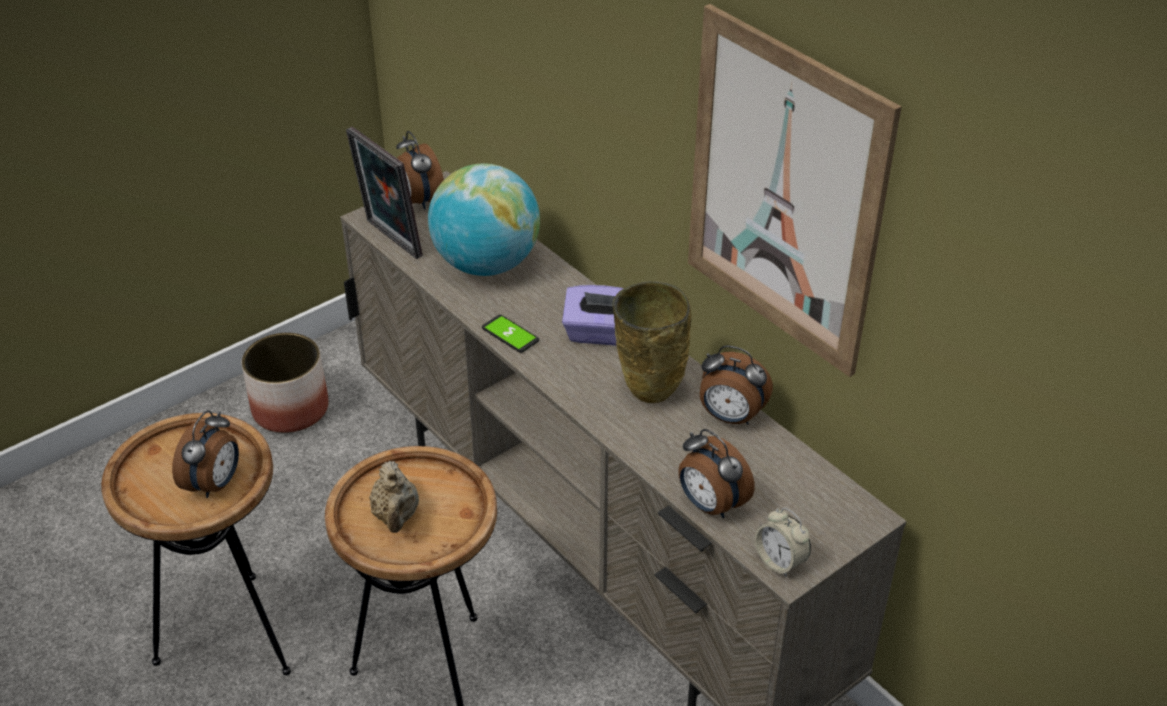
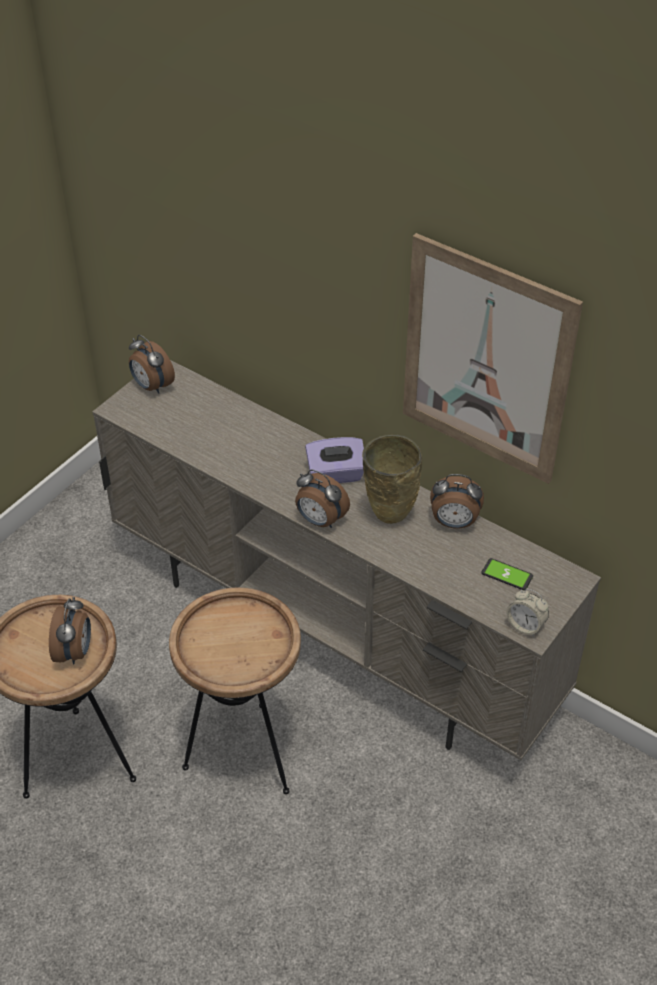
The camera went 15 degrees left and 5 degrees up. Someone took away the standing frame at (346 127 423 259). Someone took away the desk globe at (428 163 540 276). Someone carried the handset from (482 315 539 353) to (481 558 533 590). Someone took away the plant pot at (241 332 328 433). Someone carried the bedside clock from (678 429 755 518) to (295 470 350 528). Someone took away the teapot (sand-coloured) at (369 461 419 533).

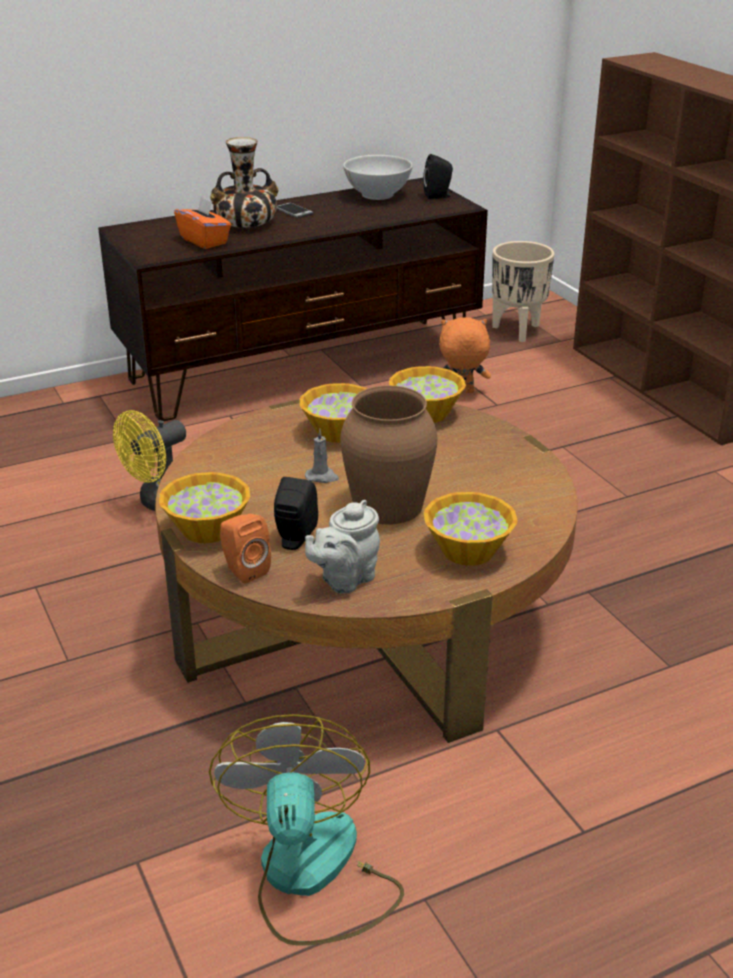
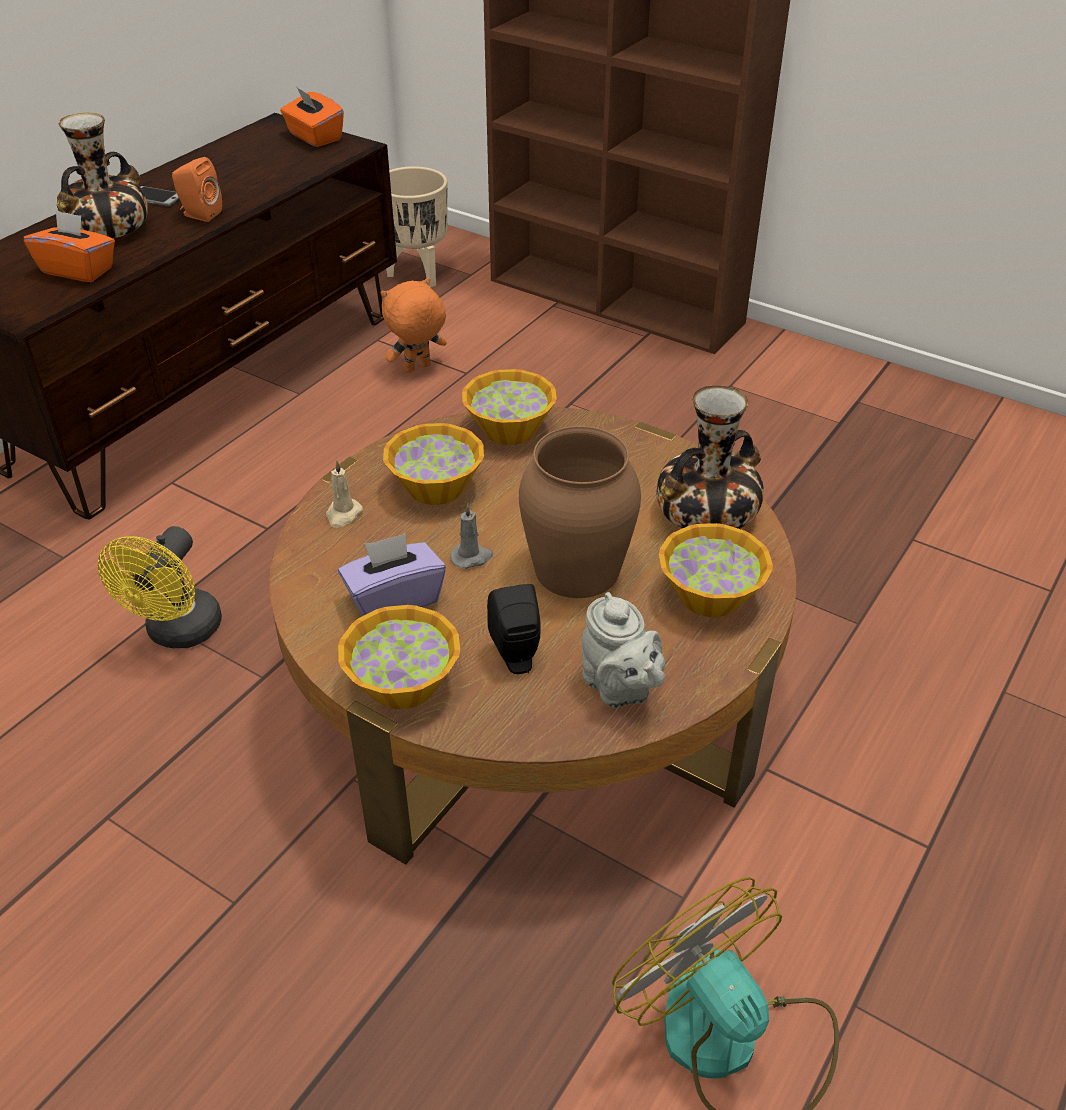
The camera went 30 degrees left and 10 degrees up. Someone swapped the loudspeaker (blackish) at (423 154 453 199) for the box of tissues (orange) at (280 87 344 147). Someone took away the deep dish (white-coloured) at (343 155 413 200). Someone rotated the teapot (grey) at (305 500 380 594) by 45 degrees counterclockwise. Someone carried the loudspeaker (orange) from (220 514 271 584) to (172 157 222 222). Someone put down the vase at (657 386 764 529). Someone put down the wax light (sand-coloured) at (326 460 363 528). Someone put down the box of tissues (purple-coloured) at (338 533 446 616).

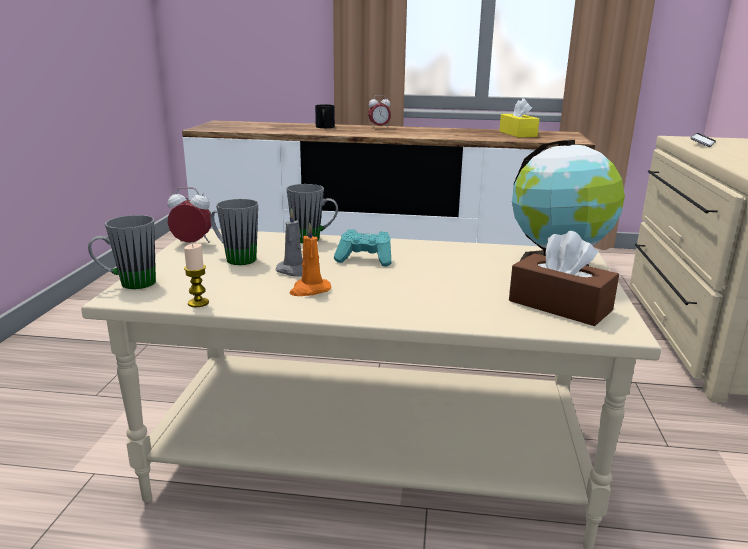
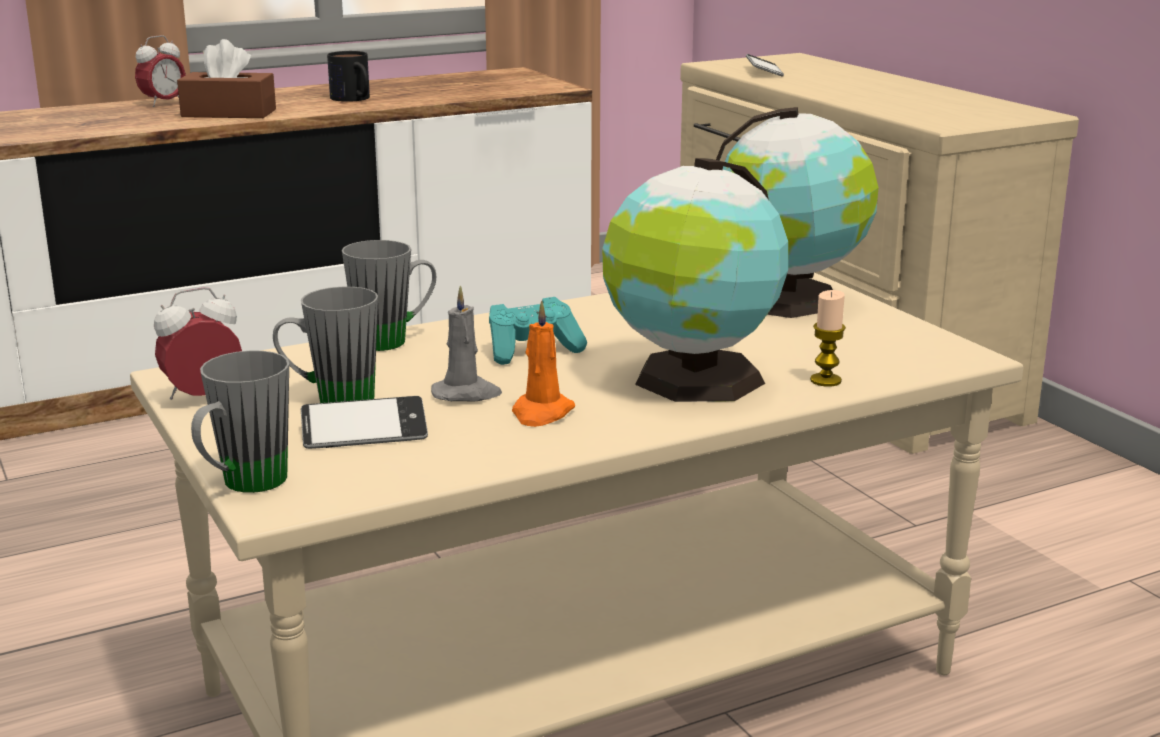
The camera went 35 degrees left and 0 degrees up. Someone took away the box of tissues (yellow) at (499 98 539 137). Someone carried the mug from (315 104 335 128) to (327 51 370 102). Someone carried the box of tissues (brown) from (509 231 619 326) to (177 39 276 118). Someone carried the wax light from (184 243 209 307) to (810 290 846 386). Someone put down the desk globe at (602 158 788 402). Someone put down the handset at (301 396 428 449).

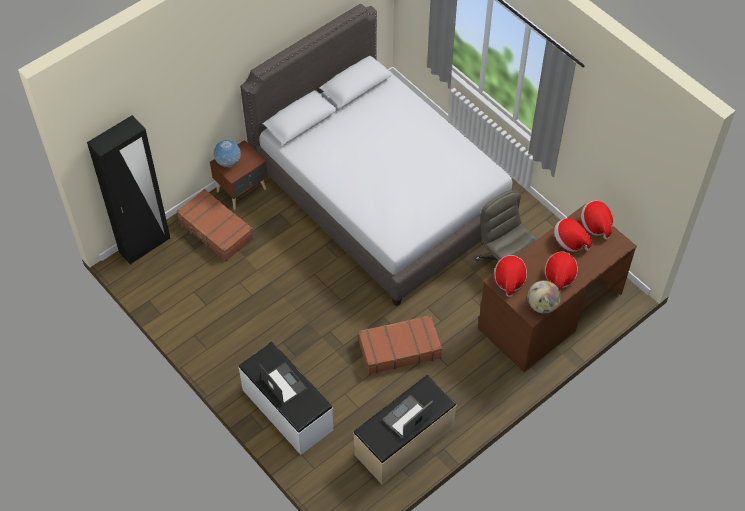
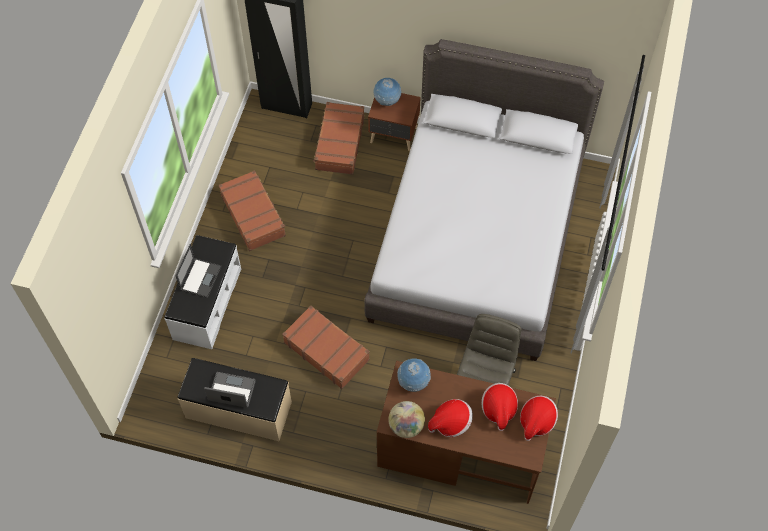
The camera went 55 degrees right and 5 degrees up. Someone swapped the hat at (494 255 527 297) for the desk globe at (397 358 431 392). Someone put down the suitcase (brown) at (218 170 286 251).

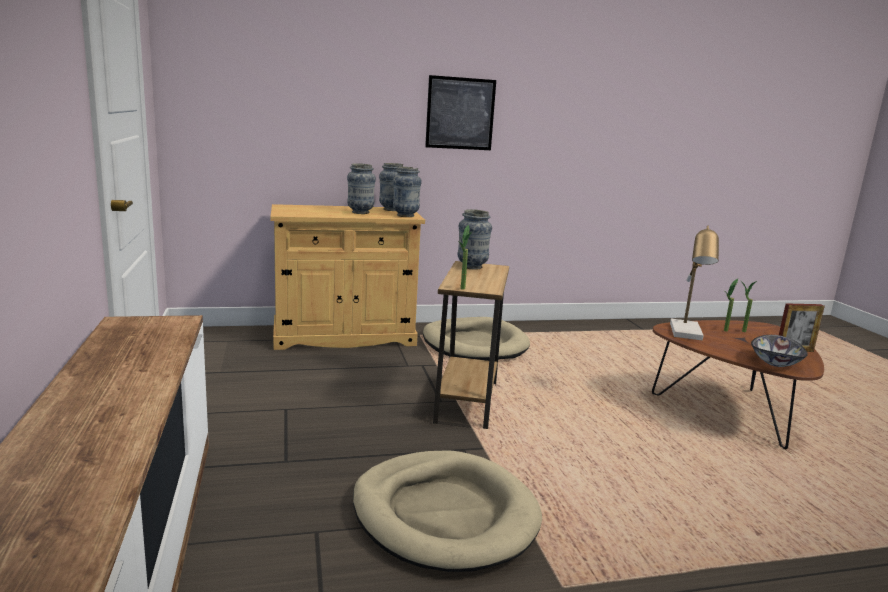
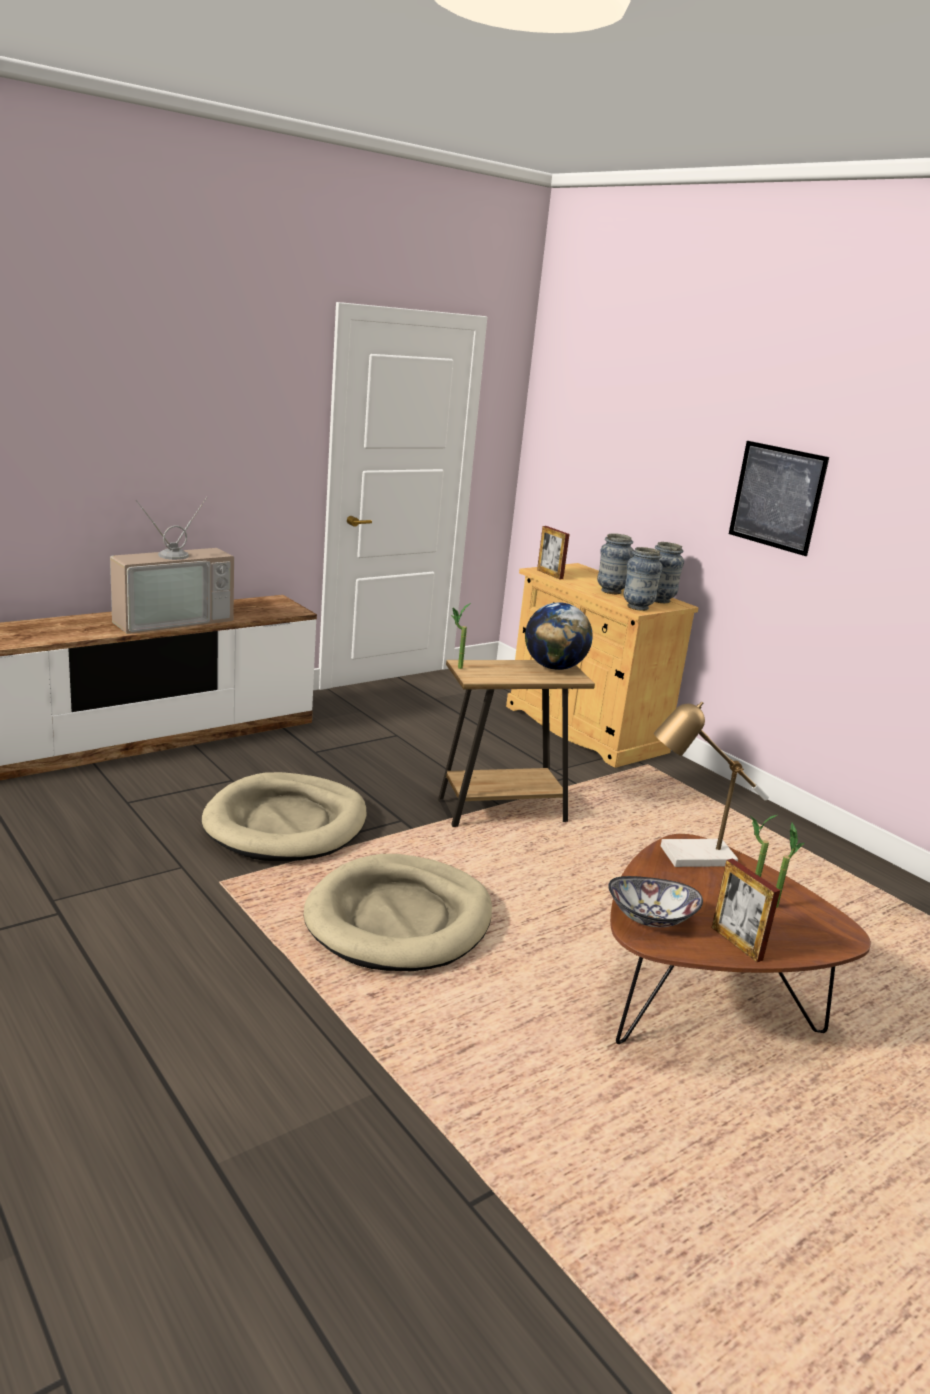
The camera went 65 degrees right and 5 degrees up. Someone swapped the vase at (457 209 492 269) for the desk globe at (525 602 593 670). Someone carried the pet bed (sand-coloured) from (423 317 530 361) to (304 854 492 971). Someone put down the television at (110 497 234 634). Someone put down the standing frame at (537 526 570 579).

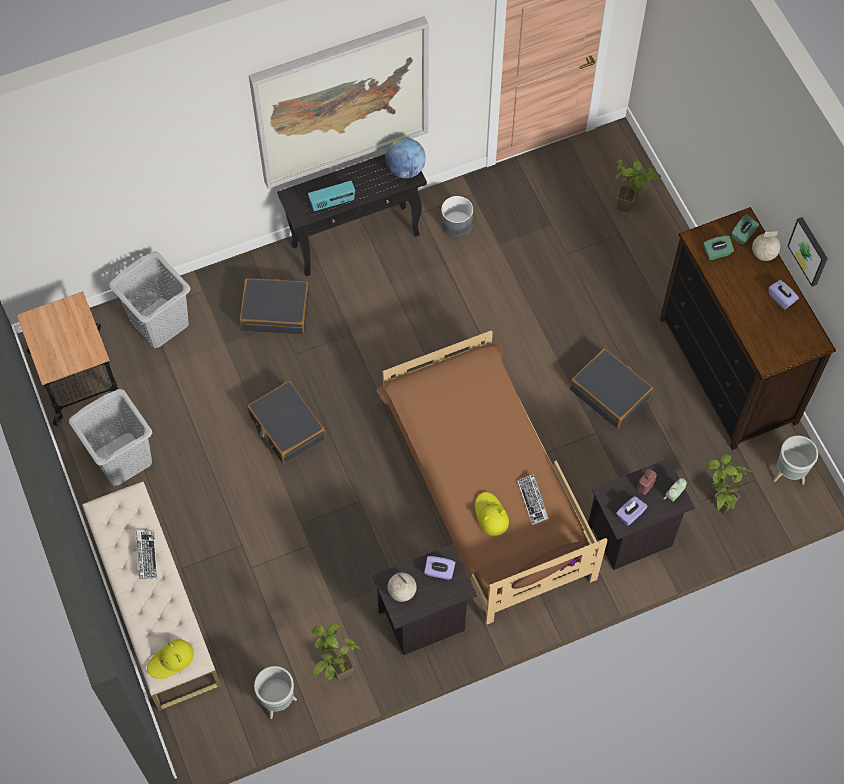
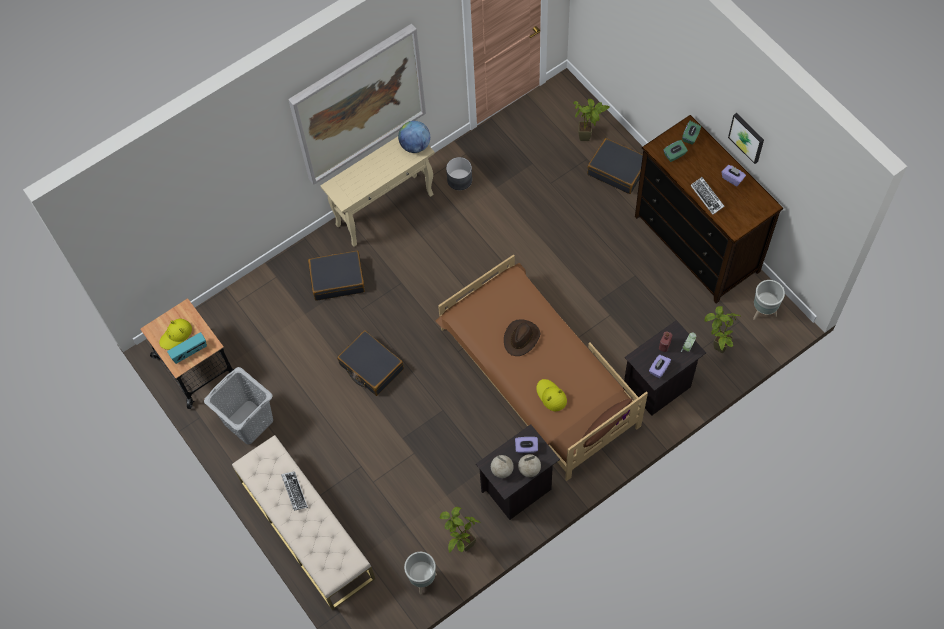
The camera went 10 degrees left and 0 degrees up. Someone repainted the console table (blackish) at (277 154 427 276), which became the console table (sand-coloured) at (320 137 435 247). Someone carried the radio from (308 181 355 211) to (167 332 207 364). Someone carried the desk globe from (752 231 780 261) to (518 454 541 477). Someone took away the hamper (grey) at (109 251 191 348). Someone carried the suitcase (blackish) from (570 349 653 429) to (587 138 643 194). Someone carried the PC keyboard from (517 474 549 525) to (691 177 725 215). Someone carried the hat (yellow) from (147 639 194 679) to (159 319 192 350). Someone put down the hat (brown) at (504 319 540 356).

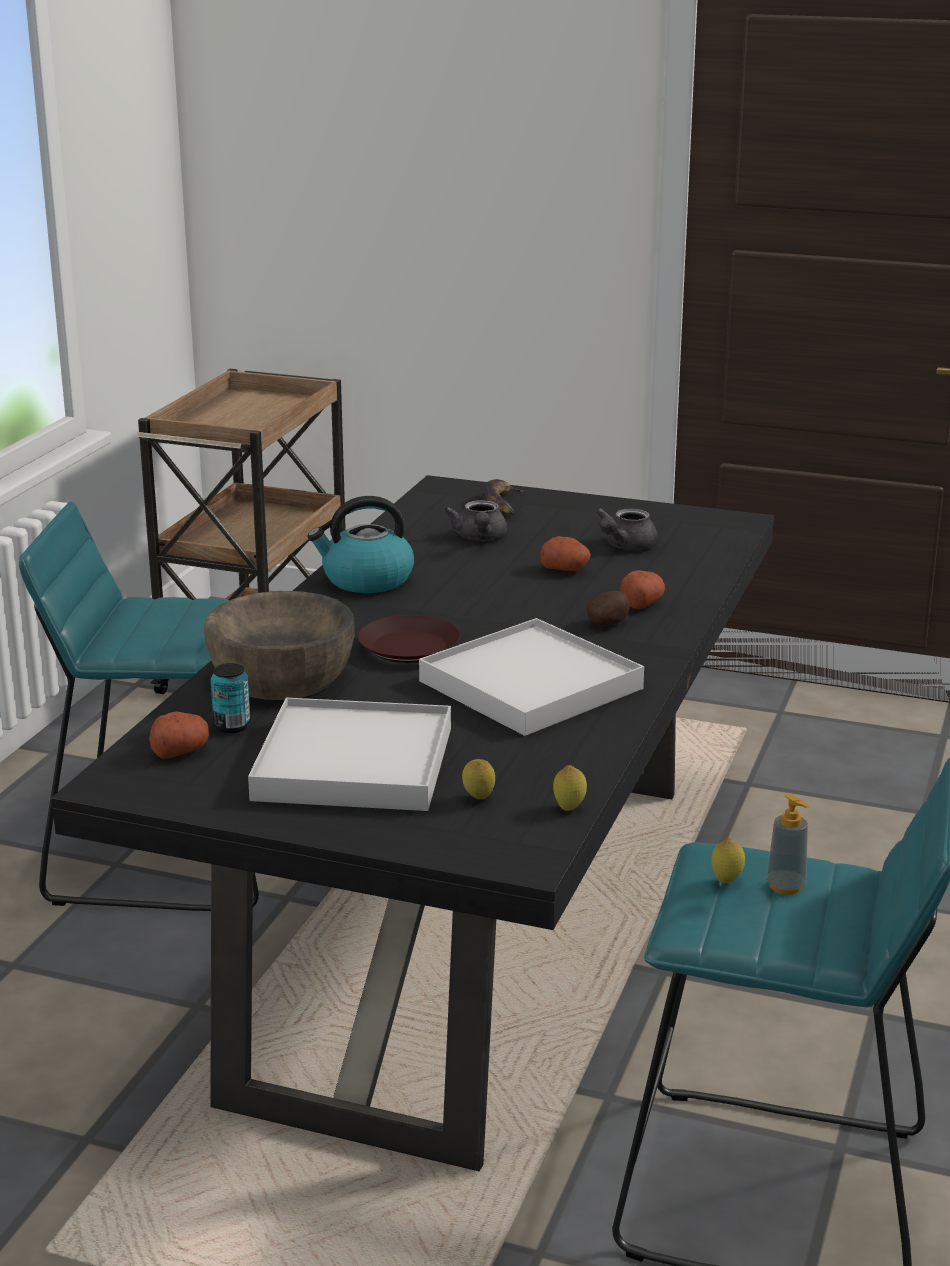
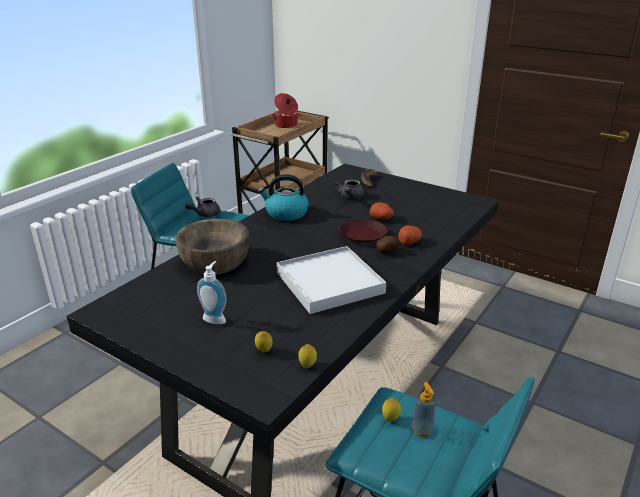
The camera went 15 degrees right and 5 degrees up. Someone carried the teapot (grey) from (596 508 658 550) to (185 196 220 217). Someone carried the dinner plate (brown) from (358 615 461 663) to (339 219 387 243). Someone took away the metal can at (210 663 250 733). Someone swapped the serving tray (white-coloured) at (248 698 451 811) for the liquid soap bottle at (197 261 227 324). Someone took away the spud at (149 712 209 759). Someone put down the saucepot at (270 93 302 128).

